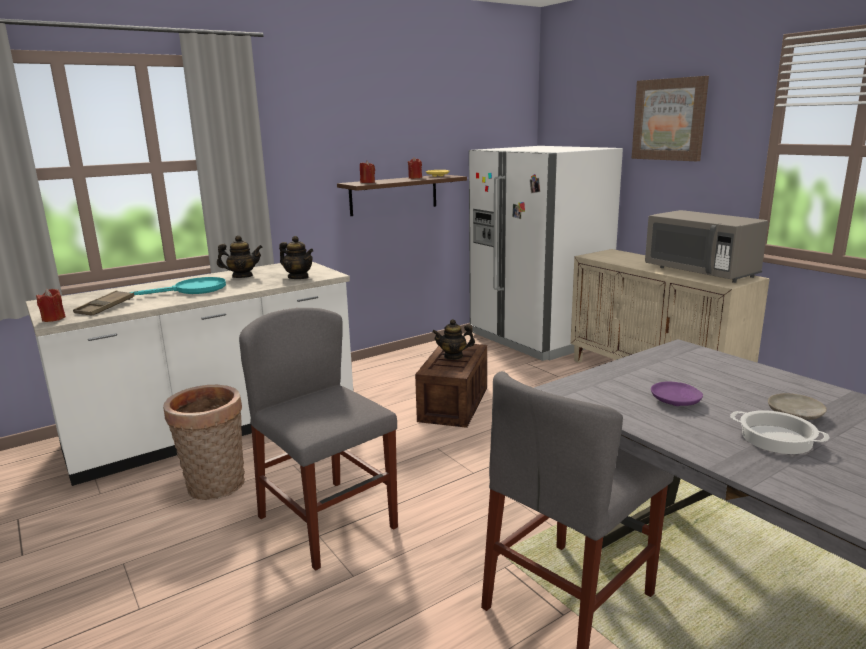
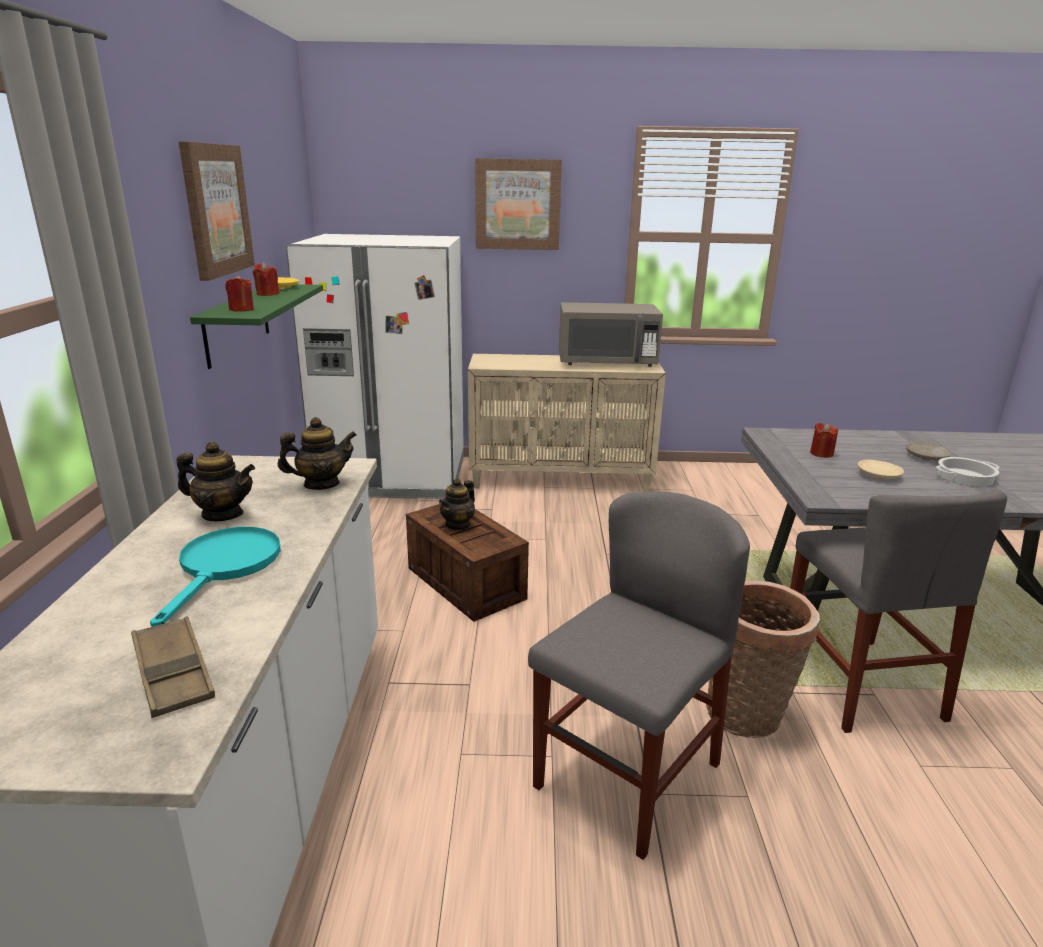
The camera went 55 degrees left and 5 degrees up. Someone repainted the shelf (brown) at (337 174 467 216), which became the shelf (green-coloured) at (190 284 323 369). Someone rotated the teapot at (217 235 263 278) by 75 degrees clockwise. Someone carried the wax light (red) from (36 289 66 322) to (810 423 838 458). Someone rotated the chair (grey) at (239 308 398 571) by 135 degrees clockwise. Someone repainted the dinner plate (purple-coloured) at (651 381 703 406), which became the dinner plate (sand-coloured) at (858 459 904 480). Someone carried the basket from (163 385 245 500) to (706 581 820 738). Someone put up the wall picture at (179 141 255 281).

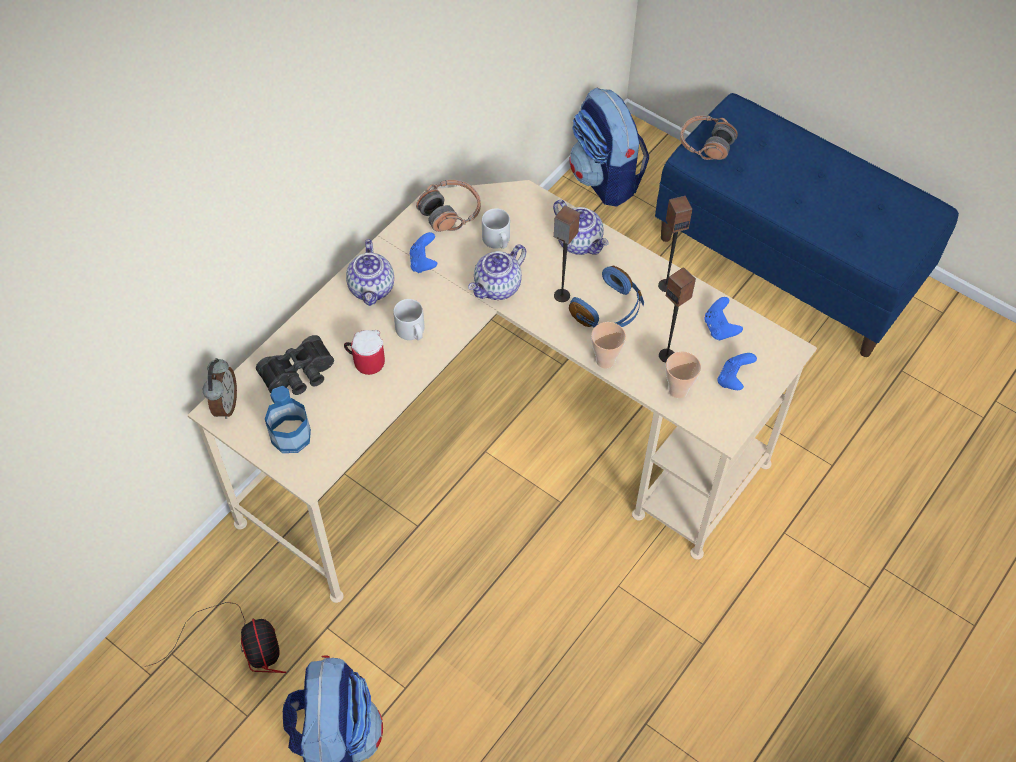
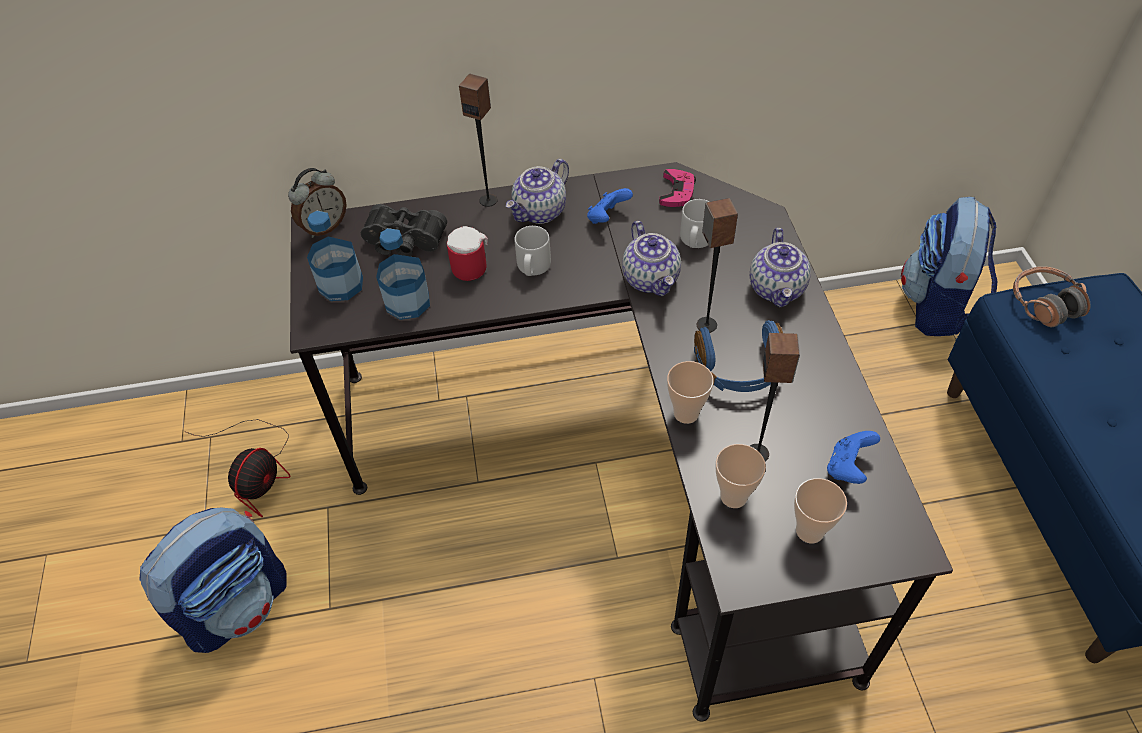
The camera went 45 degrees right and 5 degrees down. Someone repainted the desk (sand-coloured) at (188 180 817 603), which became the desk (blackish) at (290 162 953 721). Someone swapped the pair of headphones at (416 180 481 232) for the gamepad (pinkish) at (659 169 696 207). Someone carried the loudspeaker from (658 196 692 292) to (459 74 498 207). Someone rotated the teapot at (468 244 526 300) by 105 degrees counterclockwise. Someone swapped the gamepad (bluish) at (717 353 757 390) for the small cup at (794 478 847 543). Someone put down the beverage bottle at (376 228 430 320).

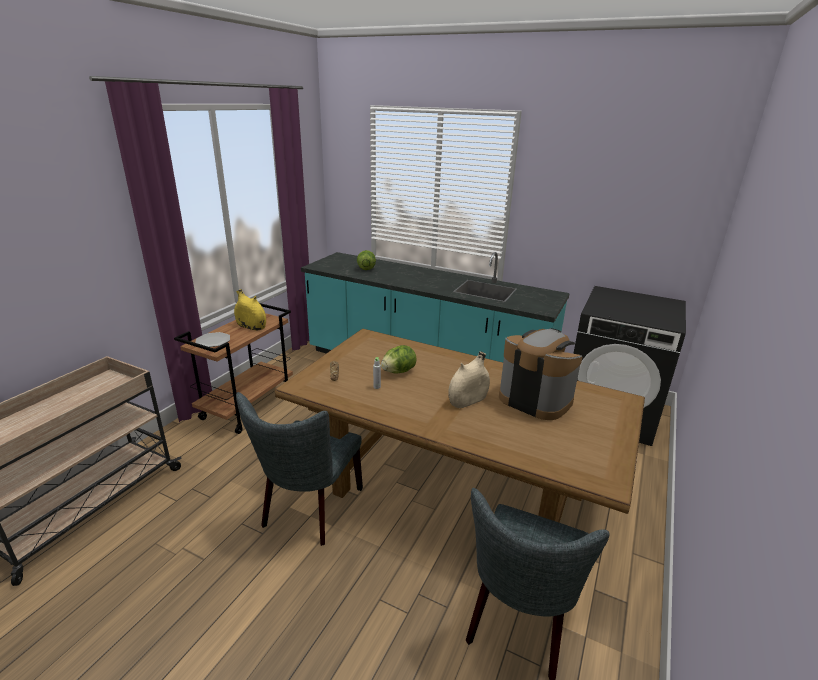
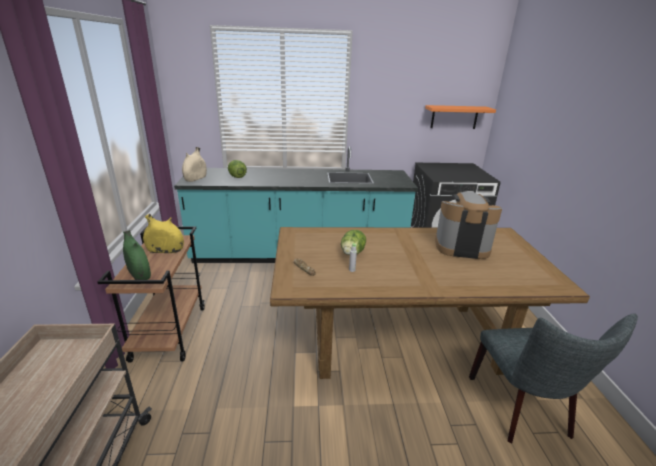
The camera went 30 degrees left and 0 degrees up. Someone swapped the dinner plate at (195 332 230 347) for the vase (green-coloured) at (123 230 151 280). Someone carried the vase (sand-coloured) from (448 351 490 408) to (182 147 207 182). Someone took away the chair (grey) at (236 392 363 546). Someone put up the shelf (orange) at (425 105 496 129).

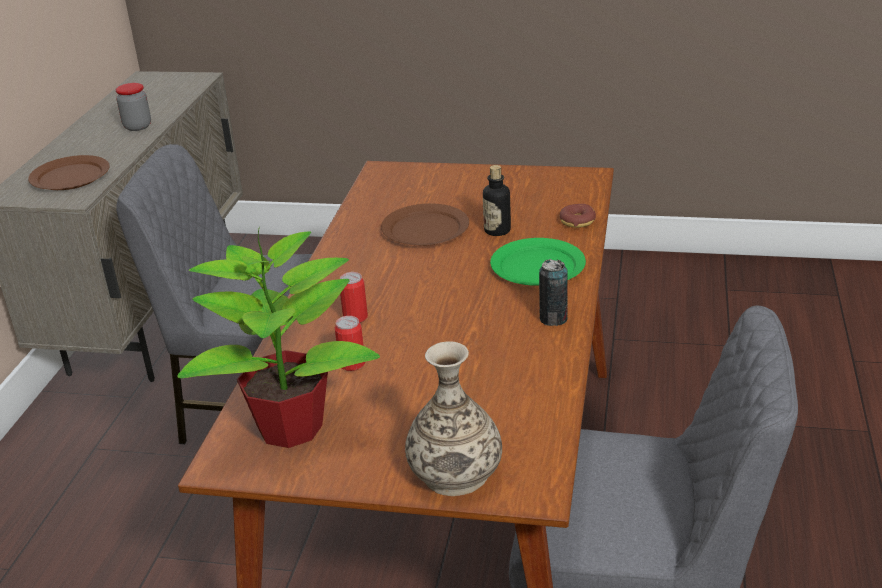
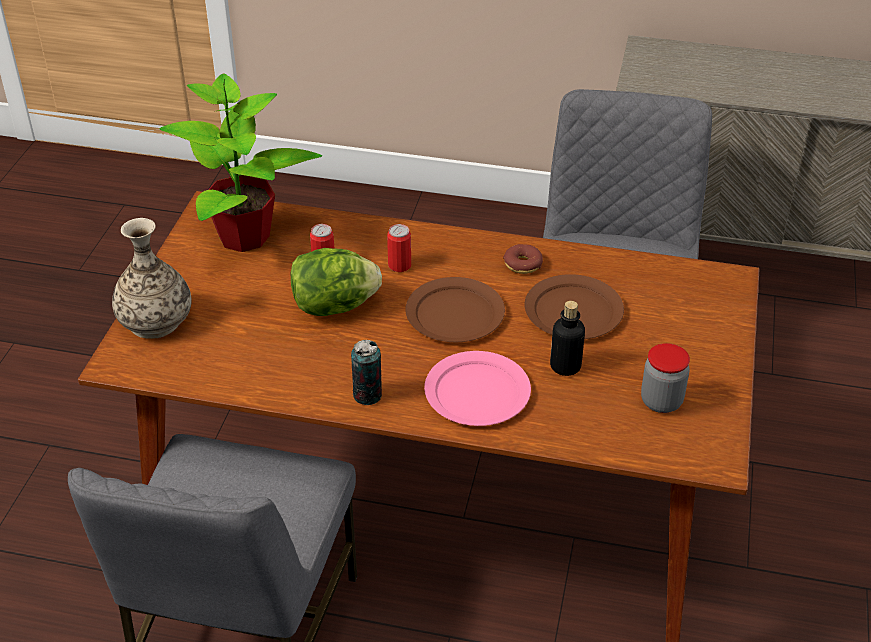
The camera went 90 degrees right and 10 degrees up. Someone carried the jar from (116 83 151 131) to (641 343 690 413). Someone carried the dinner plate (brown) from (28 155 110 190) to (405 277 505 342). Someone carried the ring doughnut from (560 204 596 228) to (503 244 543 274). Someone repainted the dinner plate (green-coloured) at (490 238 586 286), which became the dinner plate (pinkish) at (424 351 531 426). Someone put down the lettuce head at (291 248 382 316).

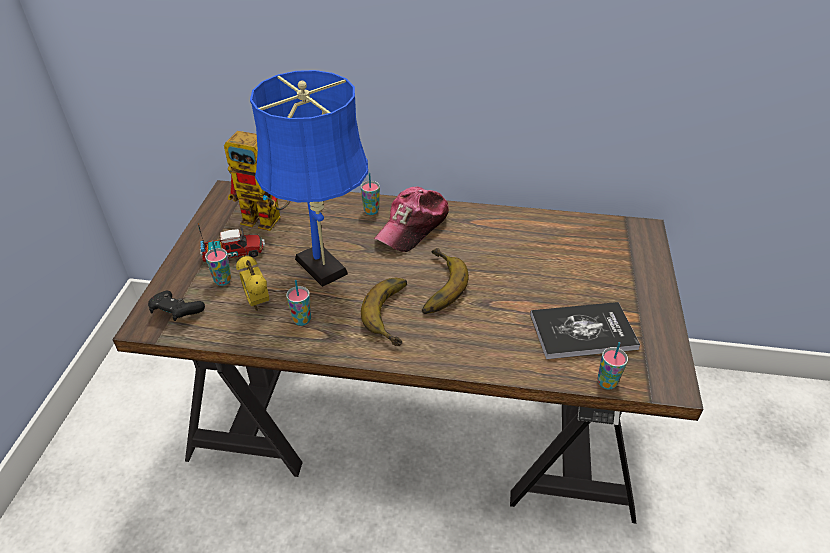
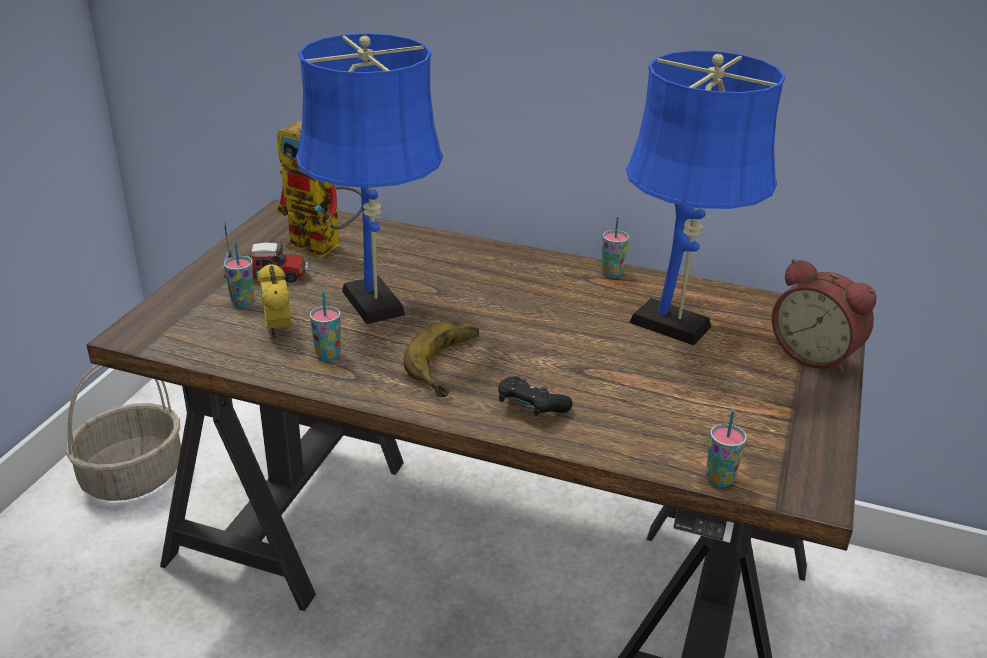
The camera went 10 degrees right and 10 degrees down. Someone carried the small cup from (361 173 380 215) to (602 216 629 278). Someone took away the baseball cap at (374 187 449 252). Someone took away the banana at (422 248 469 314). Someone carried the gamepad (blackish) from (148 291 205 321) to (498 376 573 416). Someone took away the bound book at (530 302 640 359). Someone put down the table lamp (bluish) at (626 50 785 346). Someone put down the bedside clock at (772 259 877 373). Someone put down the basket at (66 365 181 501).

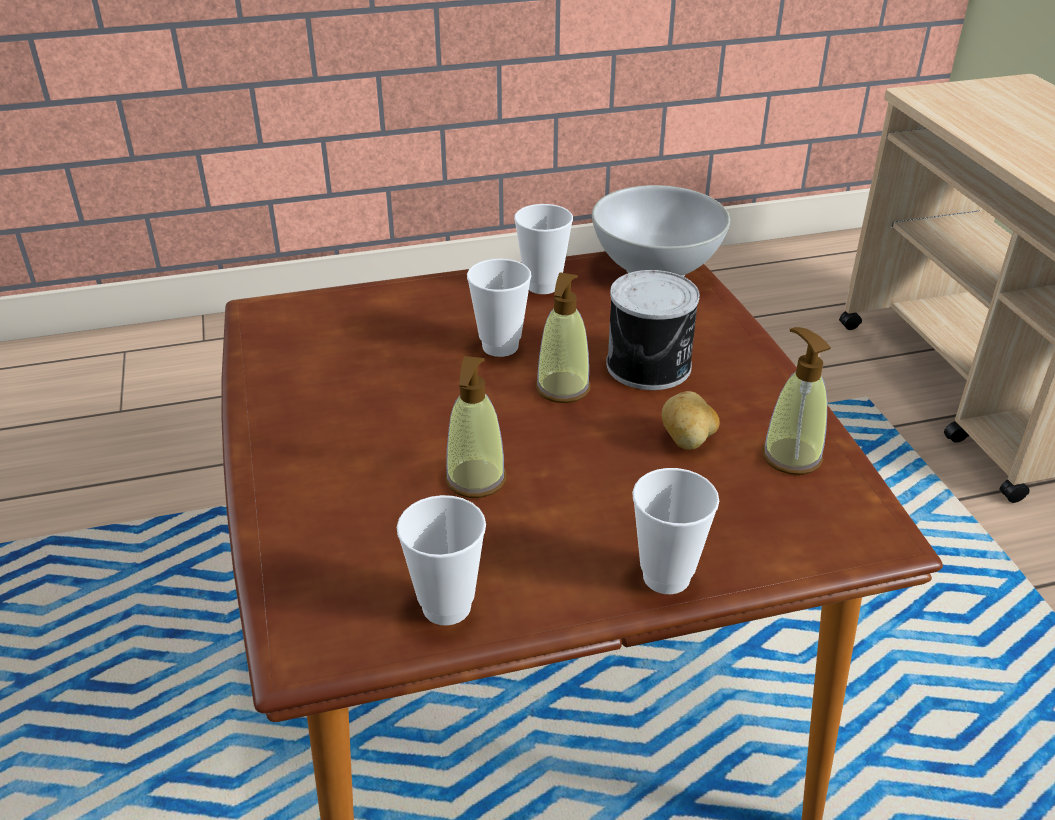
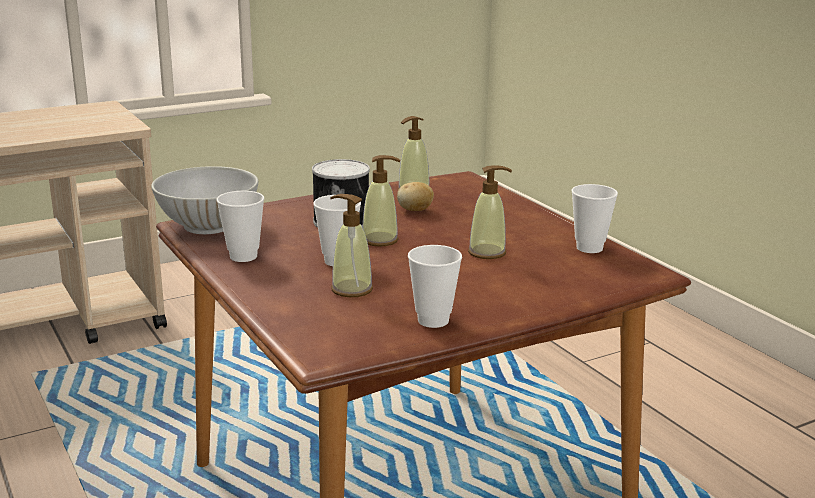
The camera went 105 degrees left and 15 degrees down. Someone carried the small cup from (632 468 719 594) to (408 245 462 328). Someone put down the liquid soap bottle at (330 194 373 297).

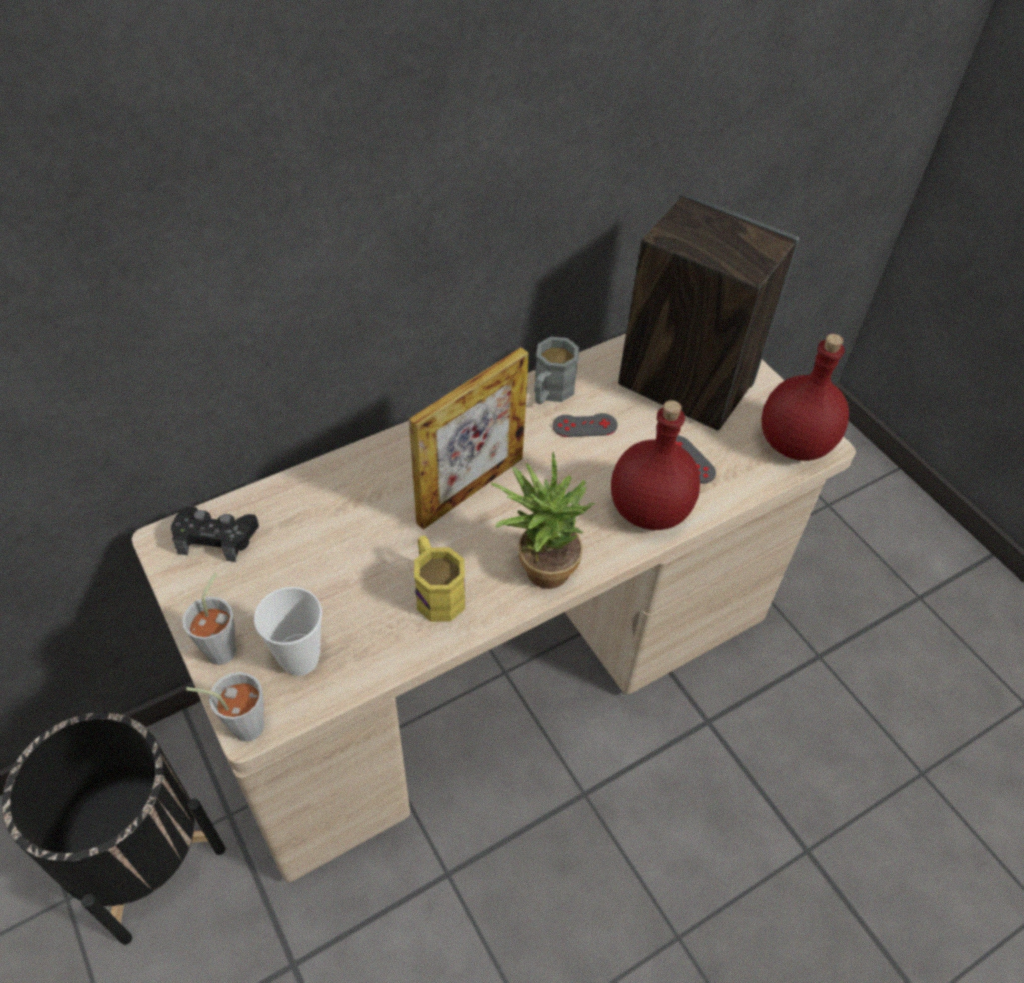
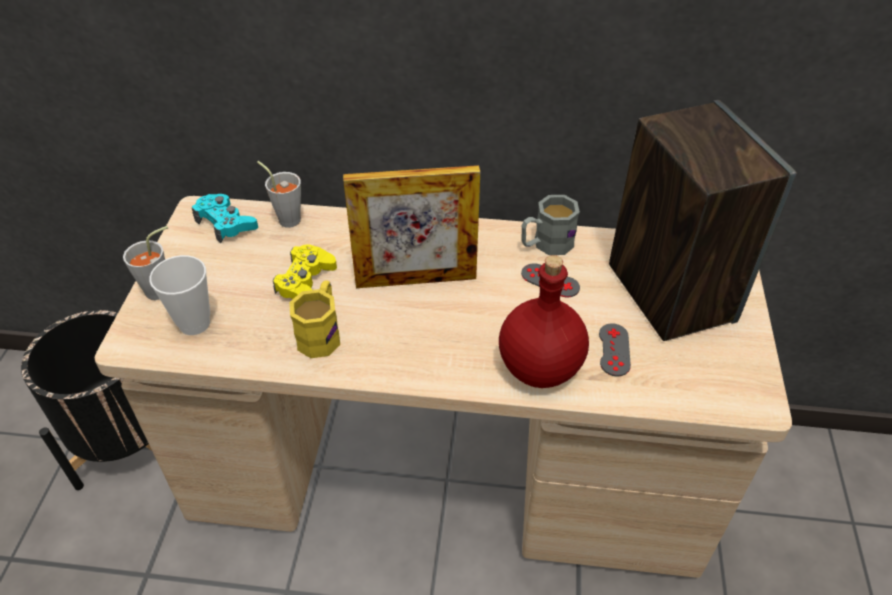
The camera went 40 degrees right and 5 degrees down. Someone took away the beverage bottle (red) at (761 334 849 461). Someone took away the houseplant at (491 452 595 589). Someone repainted the gamepad (blackish) at (171 506 259 562), which became the gamepad (turquoise) at (192 194 258 243). Someone carried the small cup (grey) from (186 672 264 742) to (257 161 301 228). Someone put down the gamepad (yellow) at (273 245 337 299).

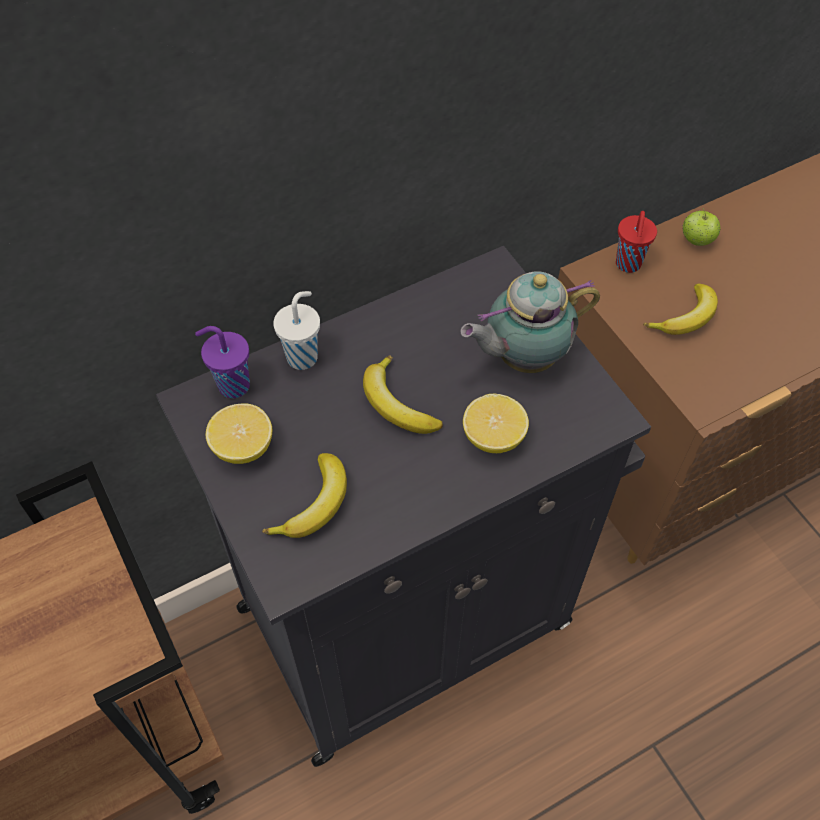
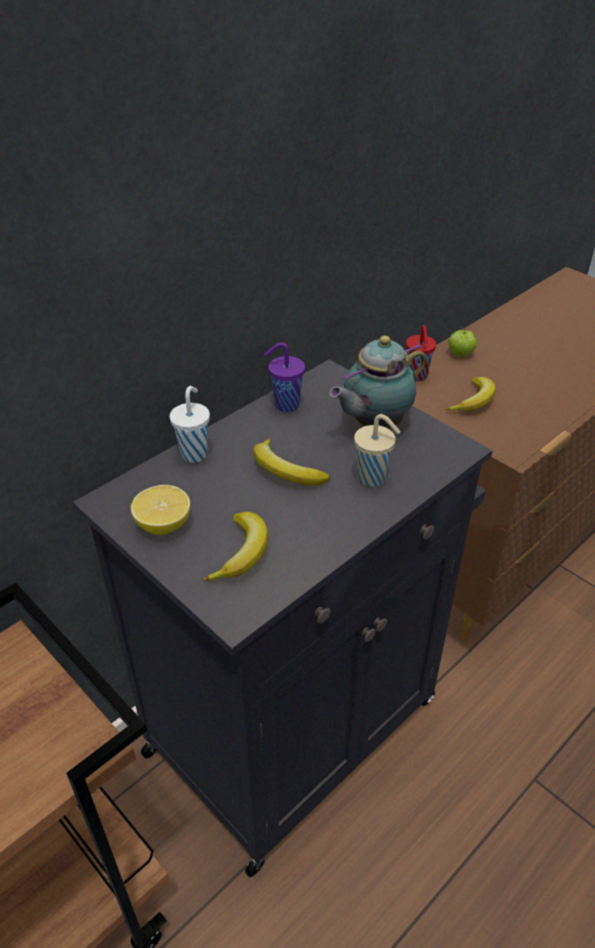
The camera went 15 degrees left and 15 degrees down. Someone carried the small cup (purple-coloured) from (195 326 250 398) to (264 342 305 412). Someone swapped the citrus fruit at (463 393 529 453) for the small cup (sand-coloured) at (354 414 400 487).

